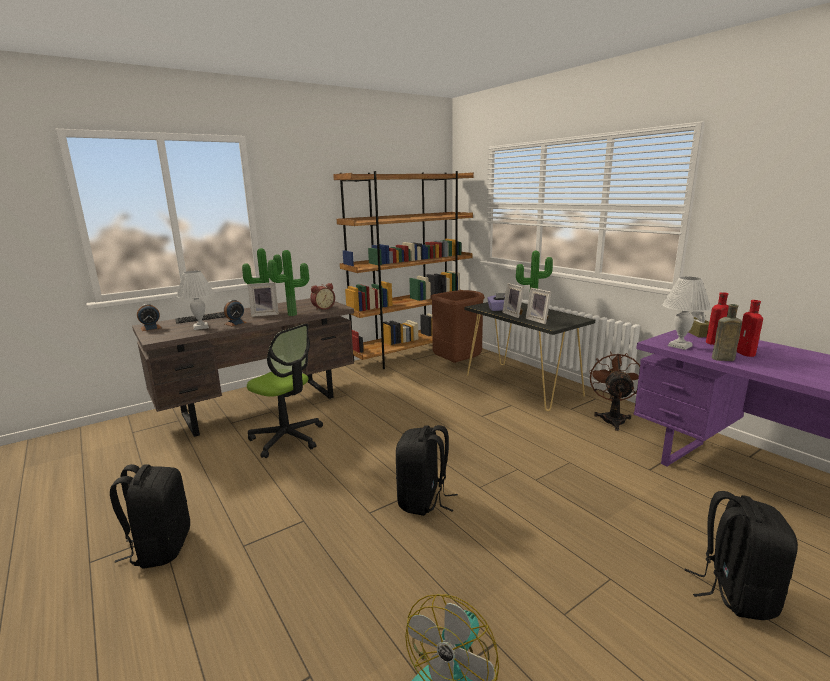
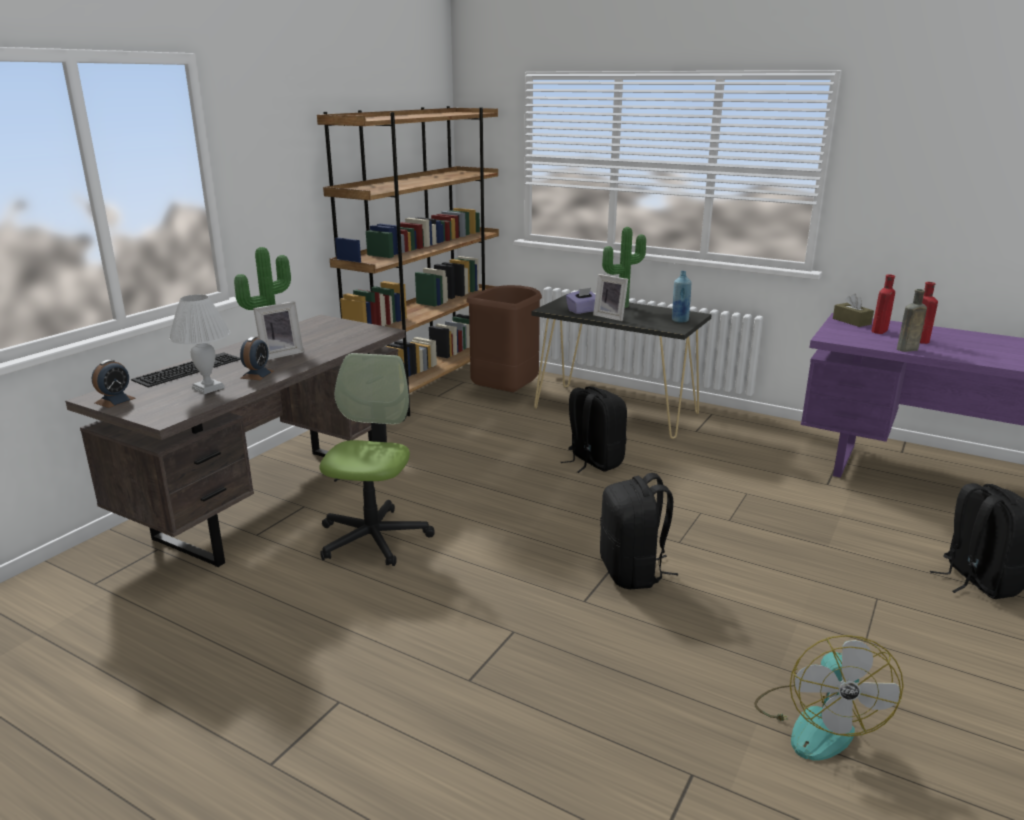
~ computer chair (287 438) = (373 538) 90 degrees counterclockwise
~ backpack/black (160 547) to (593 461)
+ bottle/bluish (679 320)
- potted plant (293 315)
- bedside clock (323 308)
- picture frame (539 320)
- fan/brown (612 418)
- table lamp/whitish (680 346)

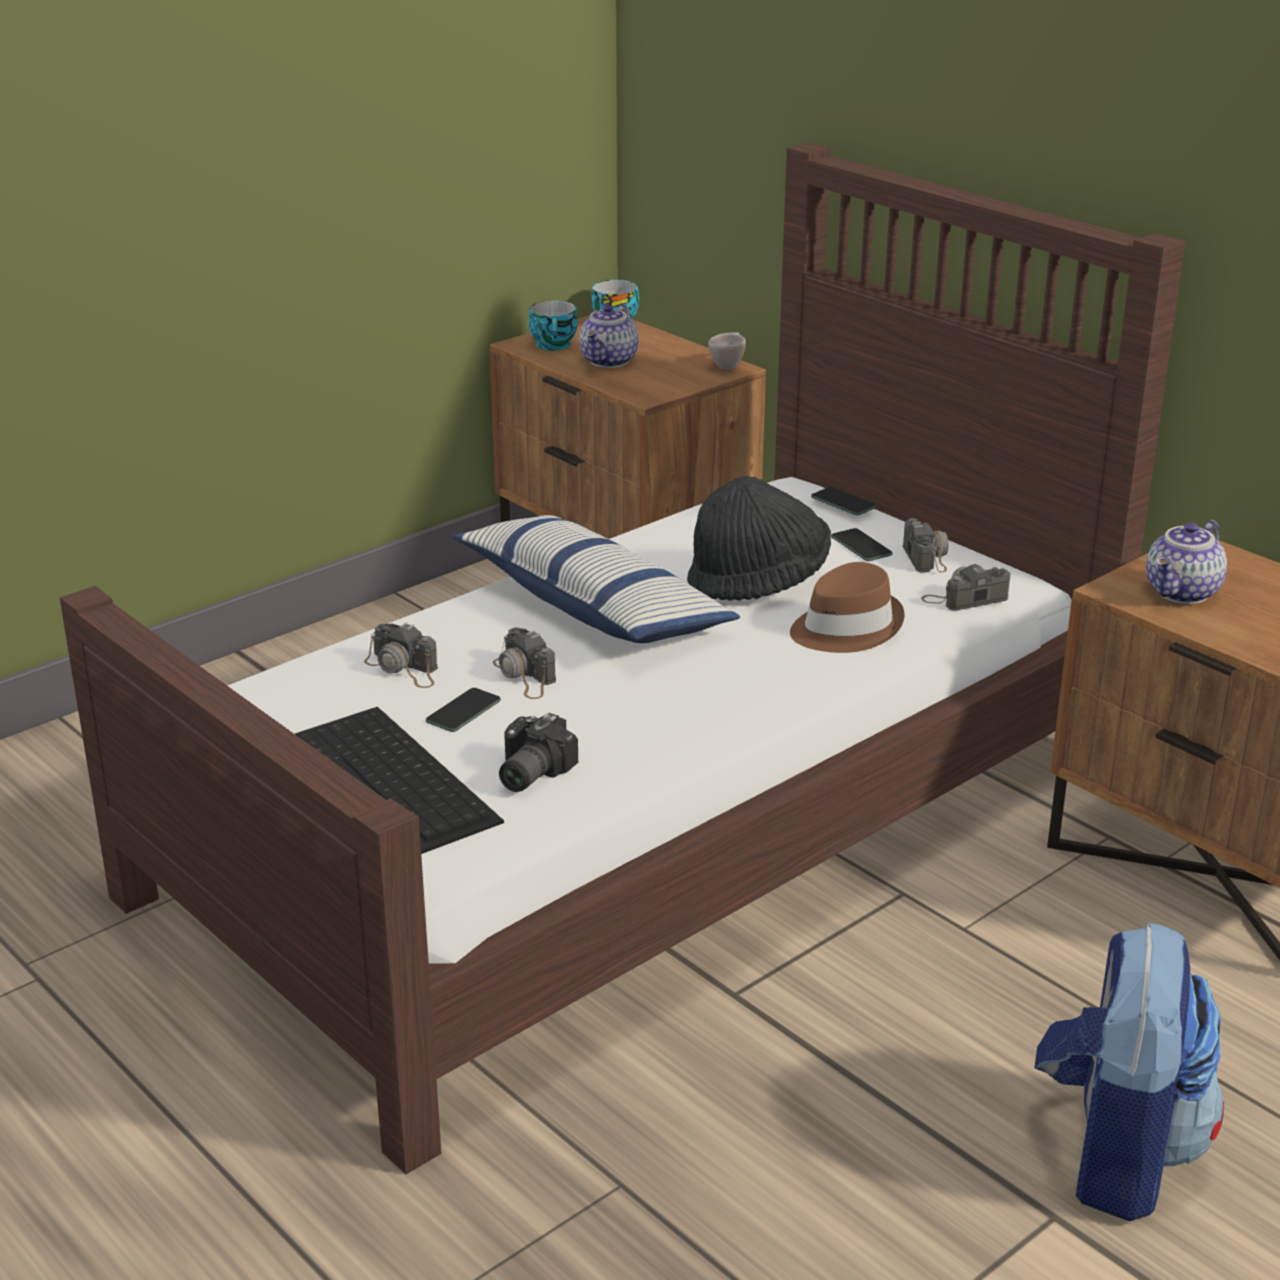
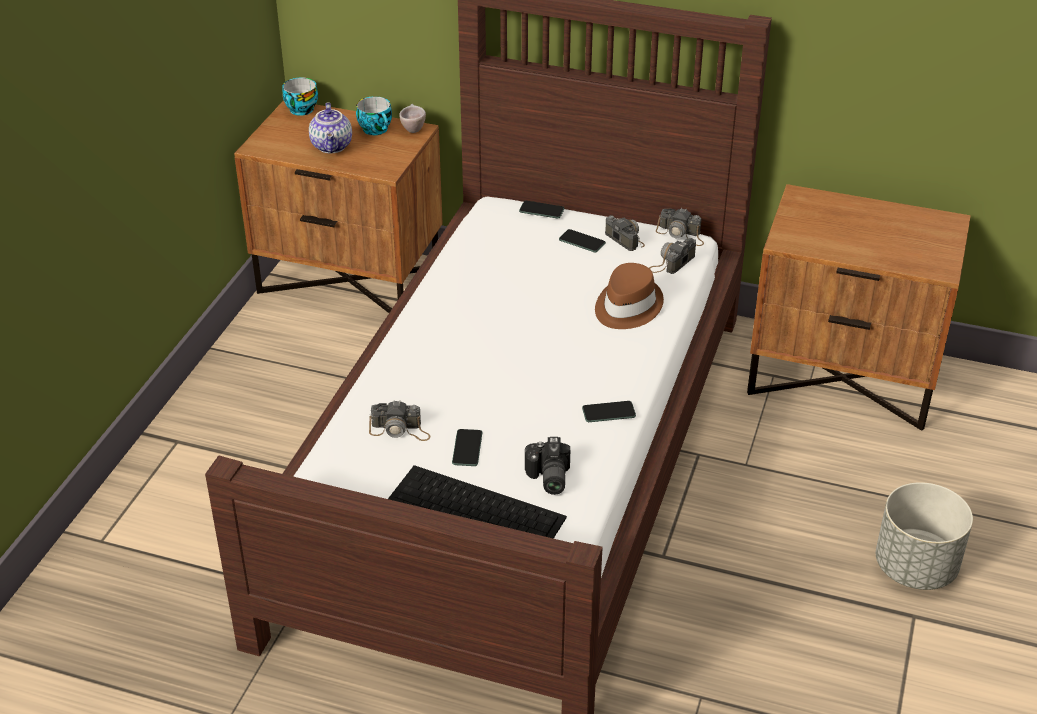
~ small cup (555 346) to (377 130)
+ telephone (608 412)
~ photo camera (524 676) to (681 234)
~ backpack (1115 1152) to plant pot/gray (914 567)
- pillow (593 607)
- clothing hat/black (758 582)
- tea pot (1183 593)

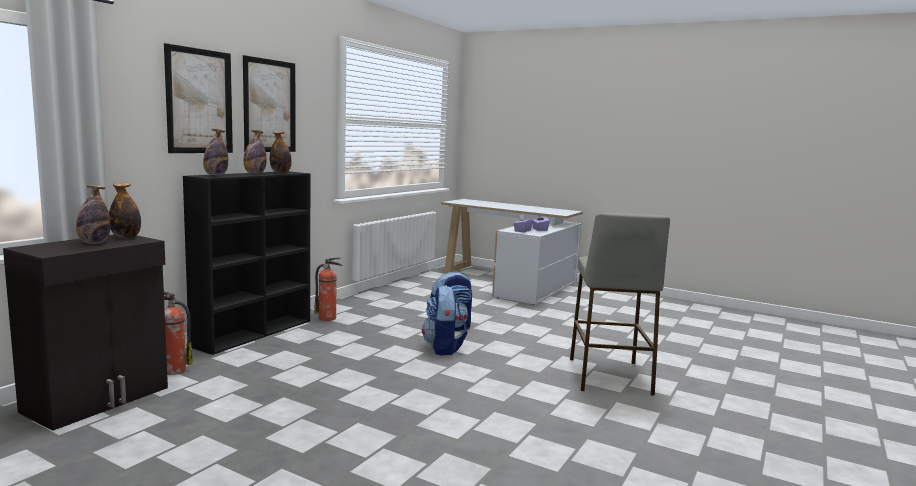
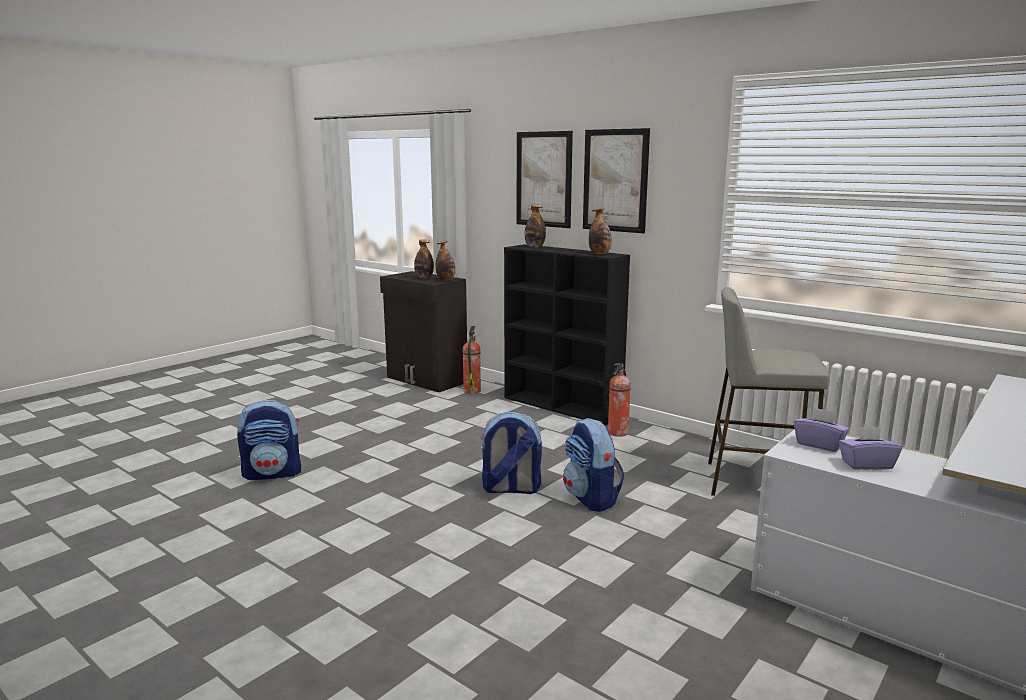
+ backpack (273 473)
~ sitting stool/gray (609 376) to (756 482)
- bottle (255 173)

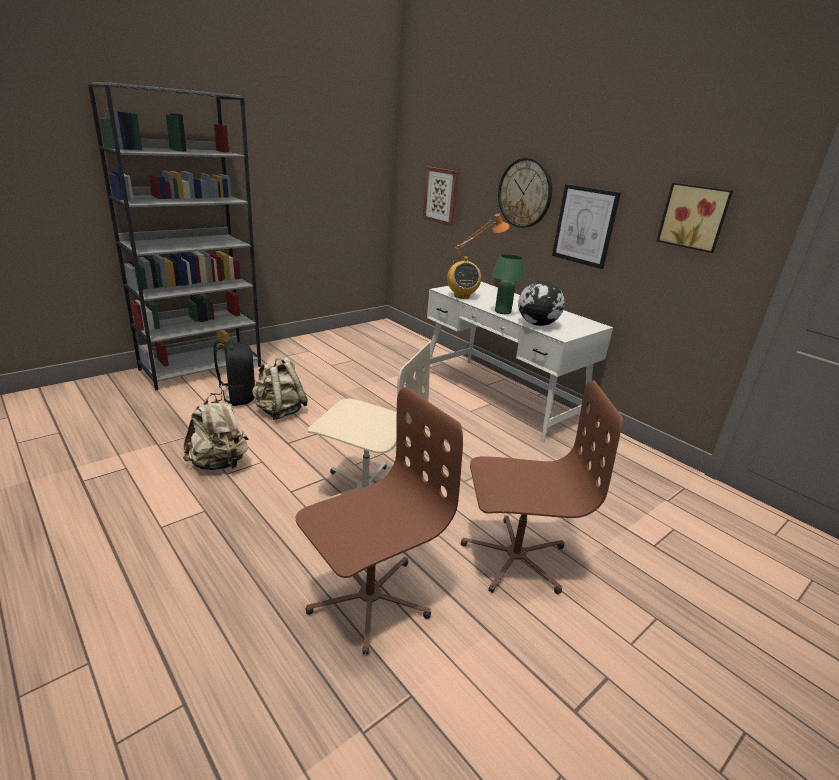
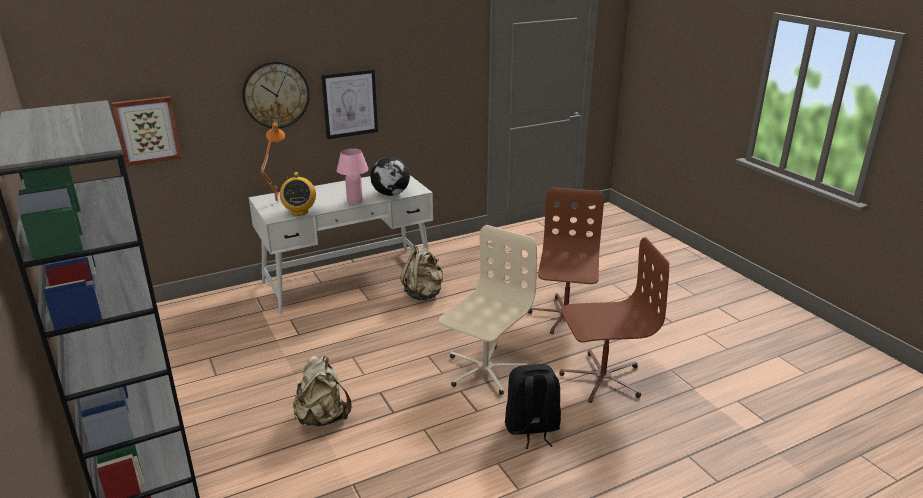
~ radio receiver (461 296) = (299 212) 75 degrees clockwise
~ table lamp/green-coloured (502 312) to table lamp/pinkish (354 201)
~ backpack/sand-coloured (219 464) to (424 294)
~ backpack/black (236 397) to (531 429)
~ computer chair/brown (368 599) = (602 378) 105 degrees clockwise
- wall picture (694 217)

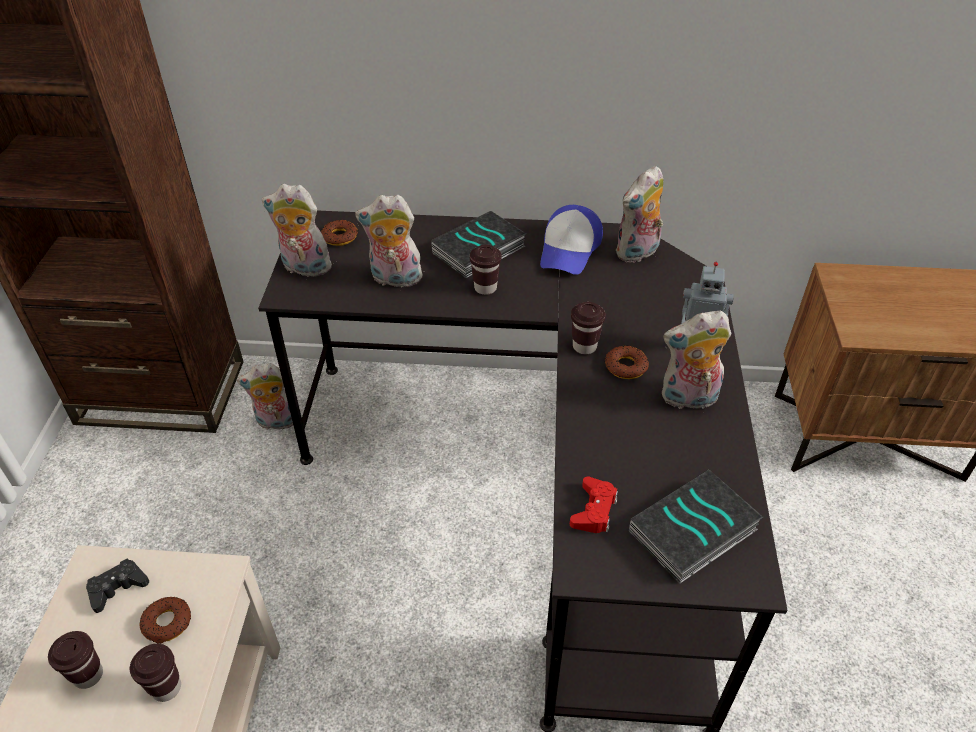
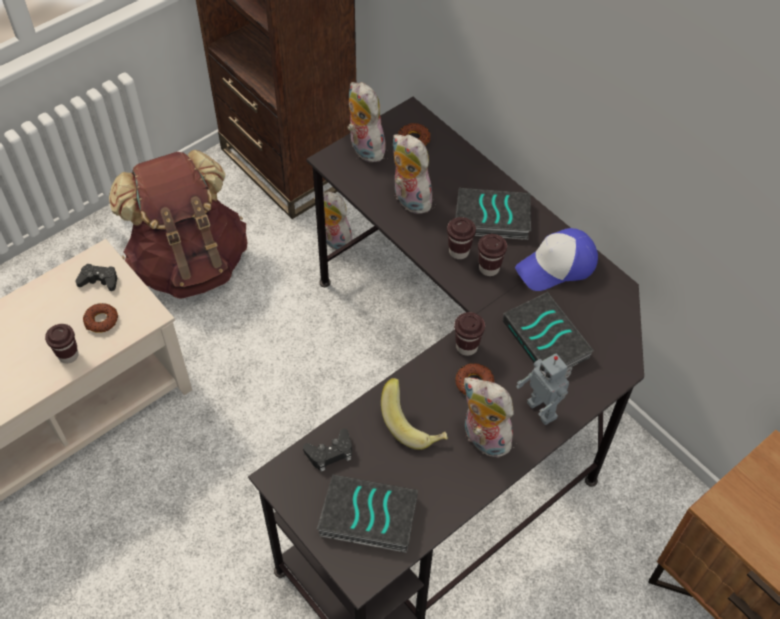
+ backpack/brown (190 263)
~ joypad/red-coloured (594 510) to joypad/black (330 453)
+ banana (413 424)
~ small cup/brown (88 675) to (489 268)
+ volume (547 339)
- soft toy (637 253)

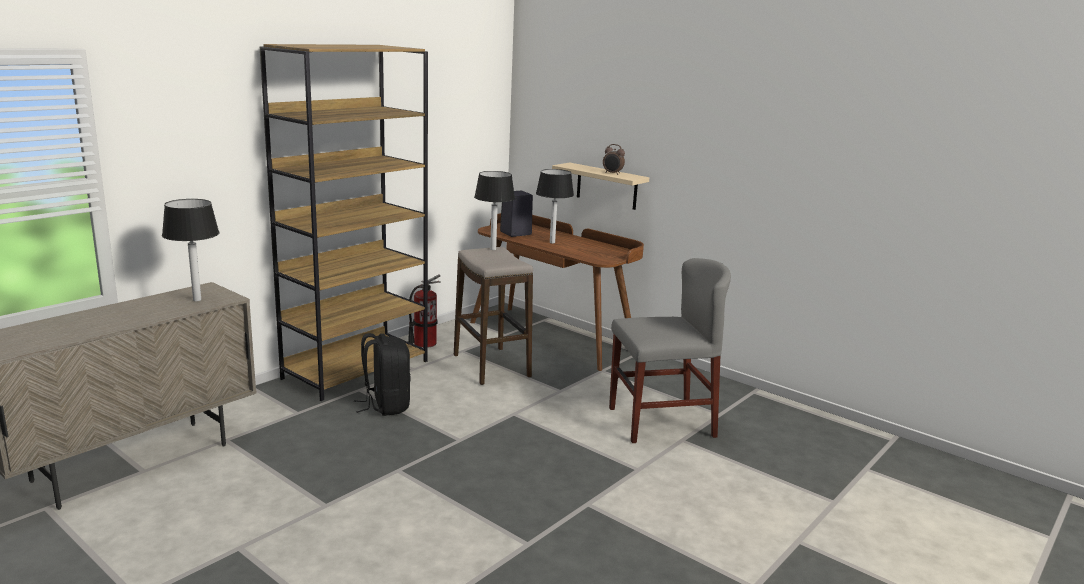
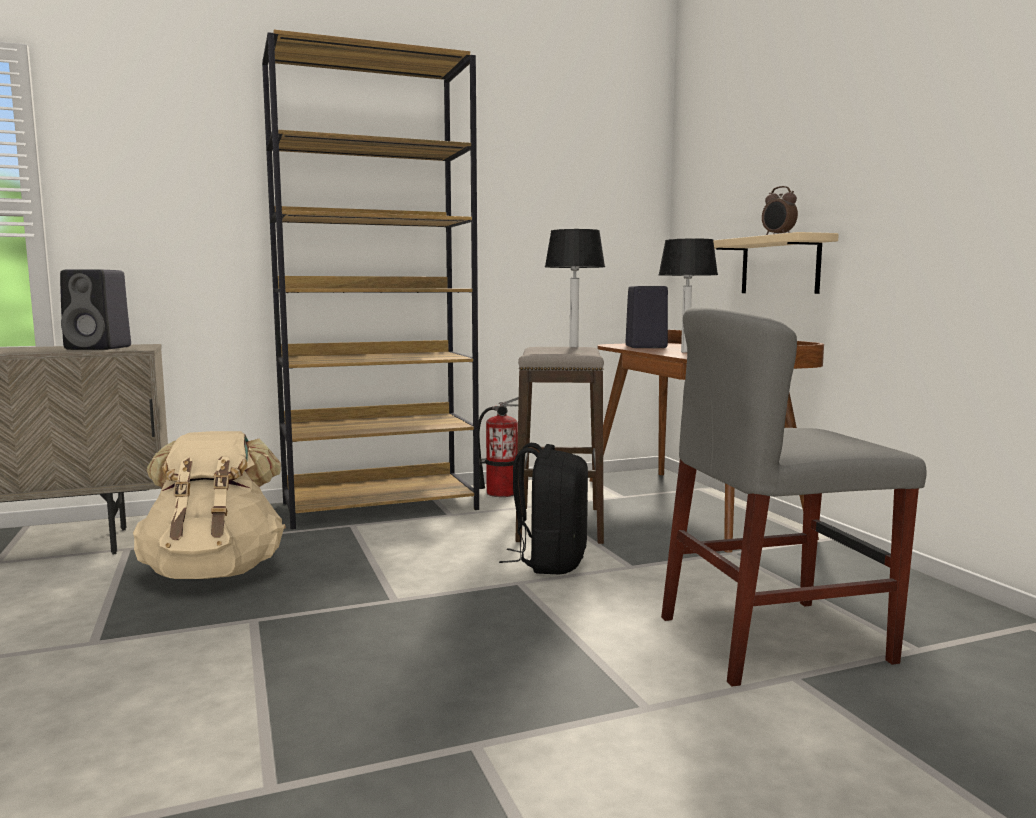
~ table lamp (197 299) to loudspeaker/black (100 348)
+ backpack/sand-coloured (215 572)
~ backpack/black (386 405) to (550 562)
~ chair/gray (661 422) = (774 639) 150 degrees clockwise

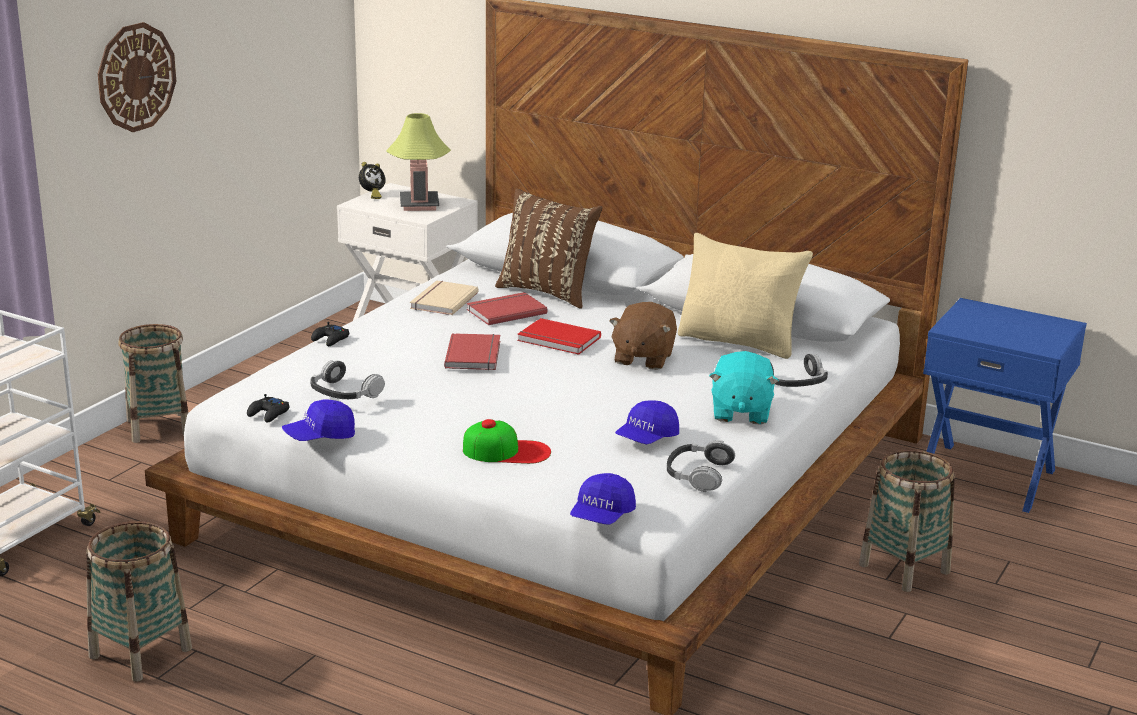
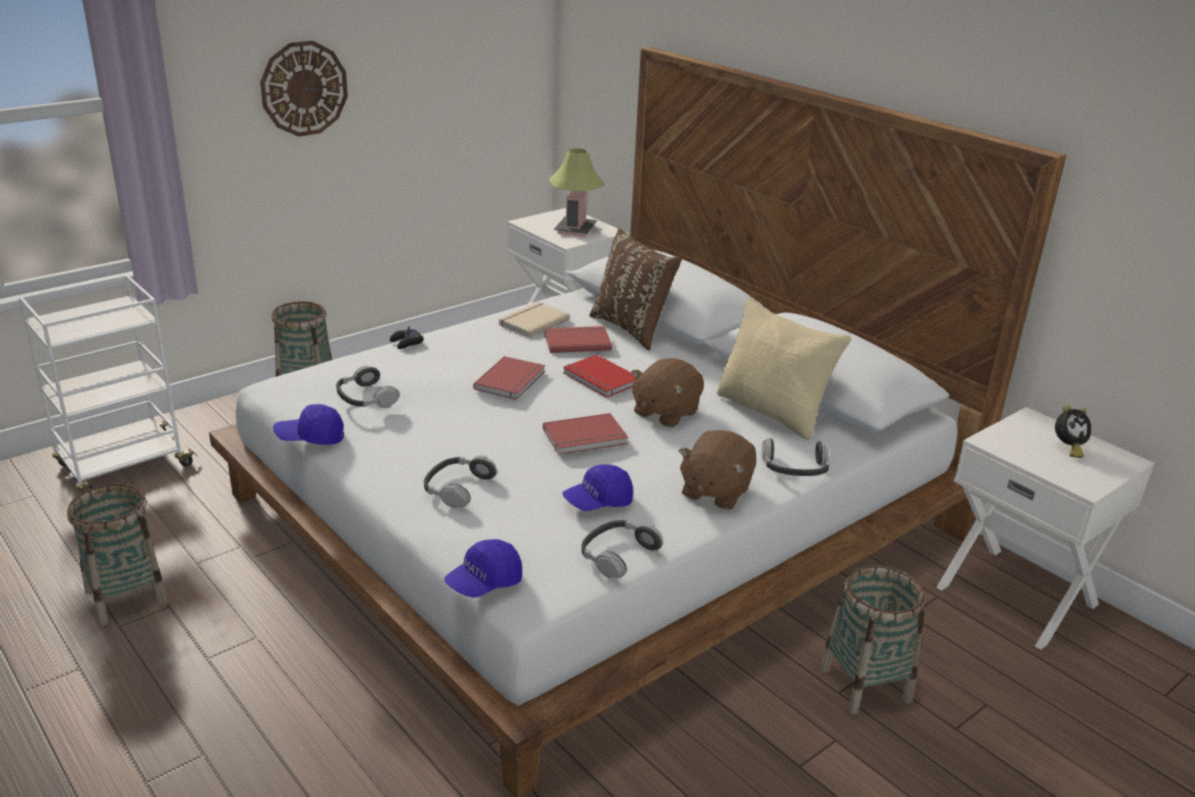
~ cap (507 451) to headset (457 488)
+ volume/red-coloured (586 438)
~ soft toy/turquoise (740 412) to soft toy/brown (715 491)
~ bedside table/bluish (987 476) to bedside table/whitish (1018 595)
~ bedside clock (372 195) to (1067 448)
- joypad/black (268 414)

